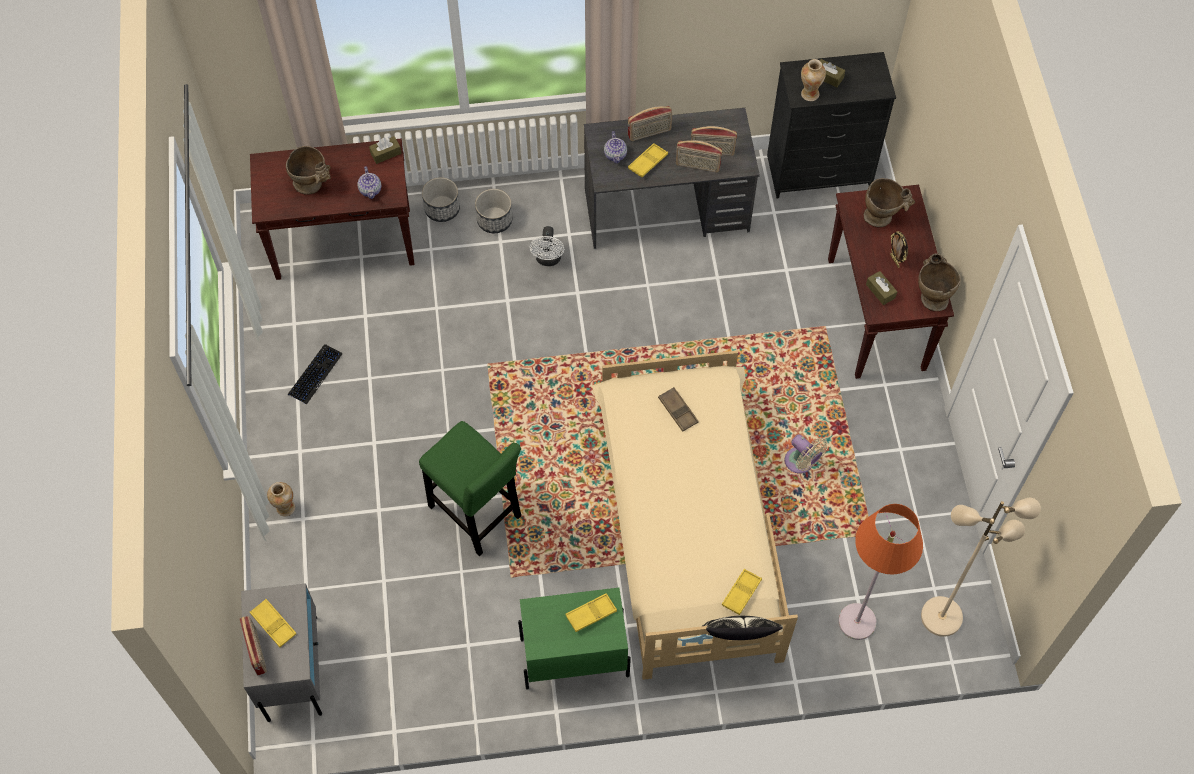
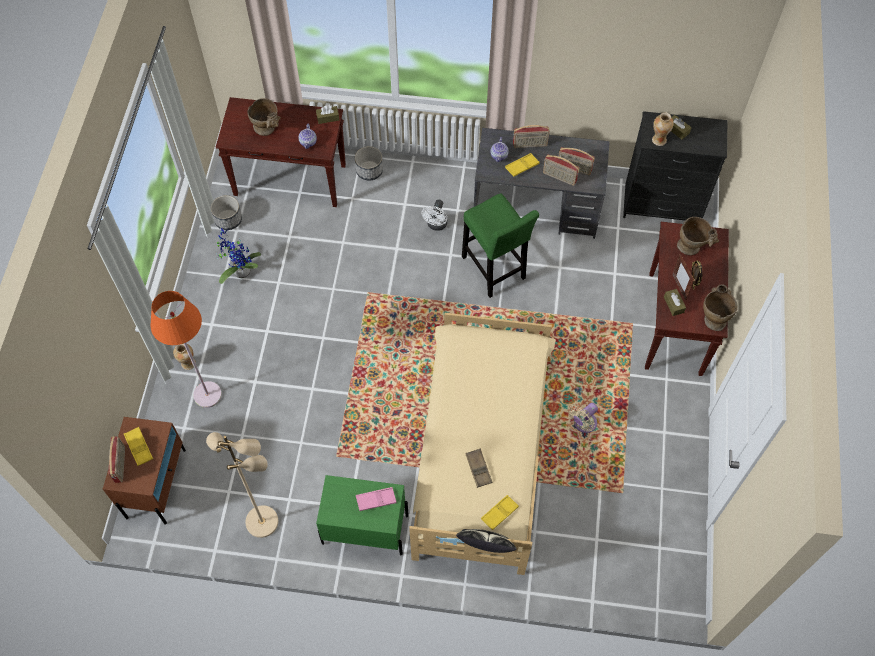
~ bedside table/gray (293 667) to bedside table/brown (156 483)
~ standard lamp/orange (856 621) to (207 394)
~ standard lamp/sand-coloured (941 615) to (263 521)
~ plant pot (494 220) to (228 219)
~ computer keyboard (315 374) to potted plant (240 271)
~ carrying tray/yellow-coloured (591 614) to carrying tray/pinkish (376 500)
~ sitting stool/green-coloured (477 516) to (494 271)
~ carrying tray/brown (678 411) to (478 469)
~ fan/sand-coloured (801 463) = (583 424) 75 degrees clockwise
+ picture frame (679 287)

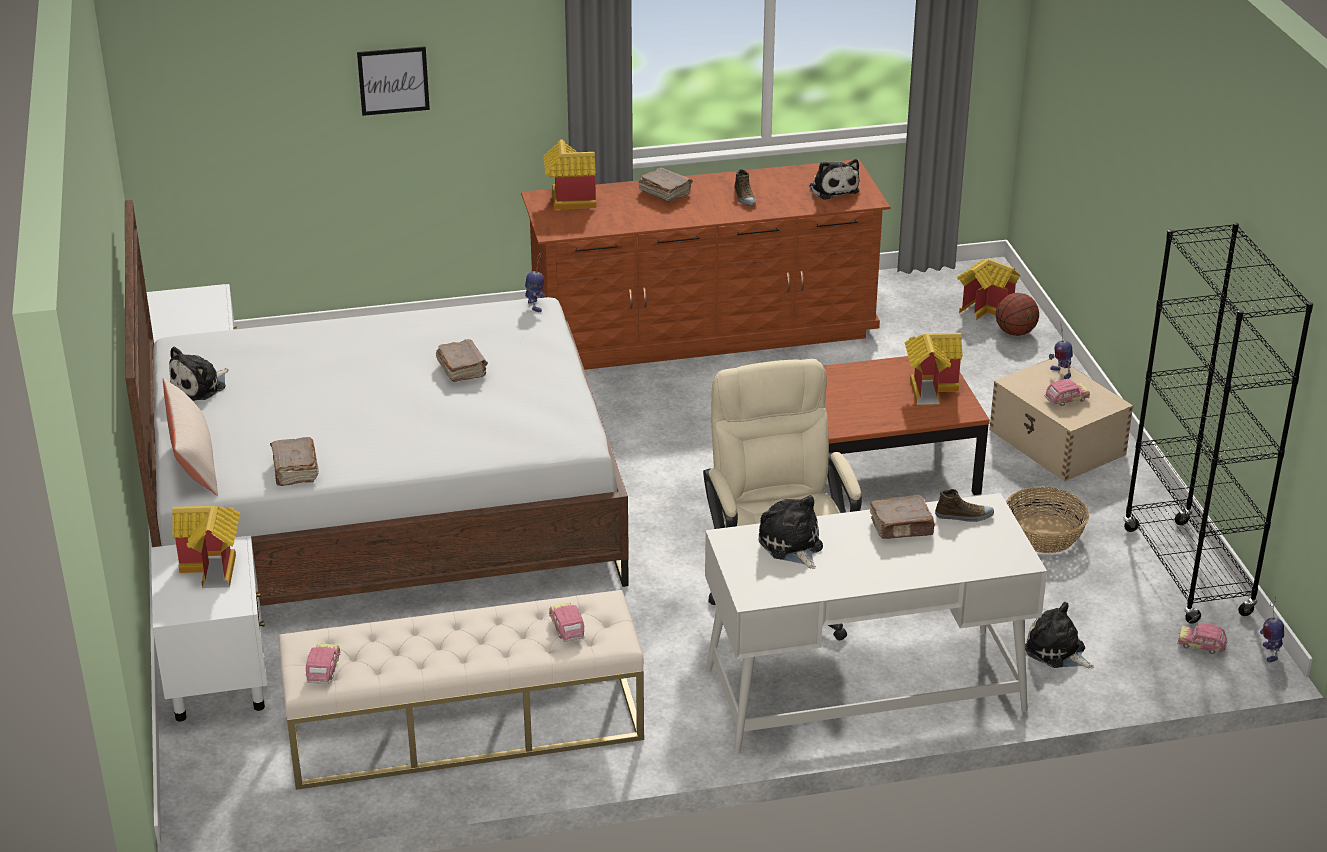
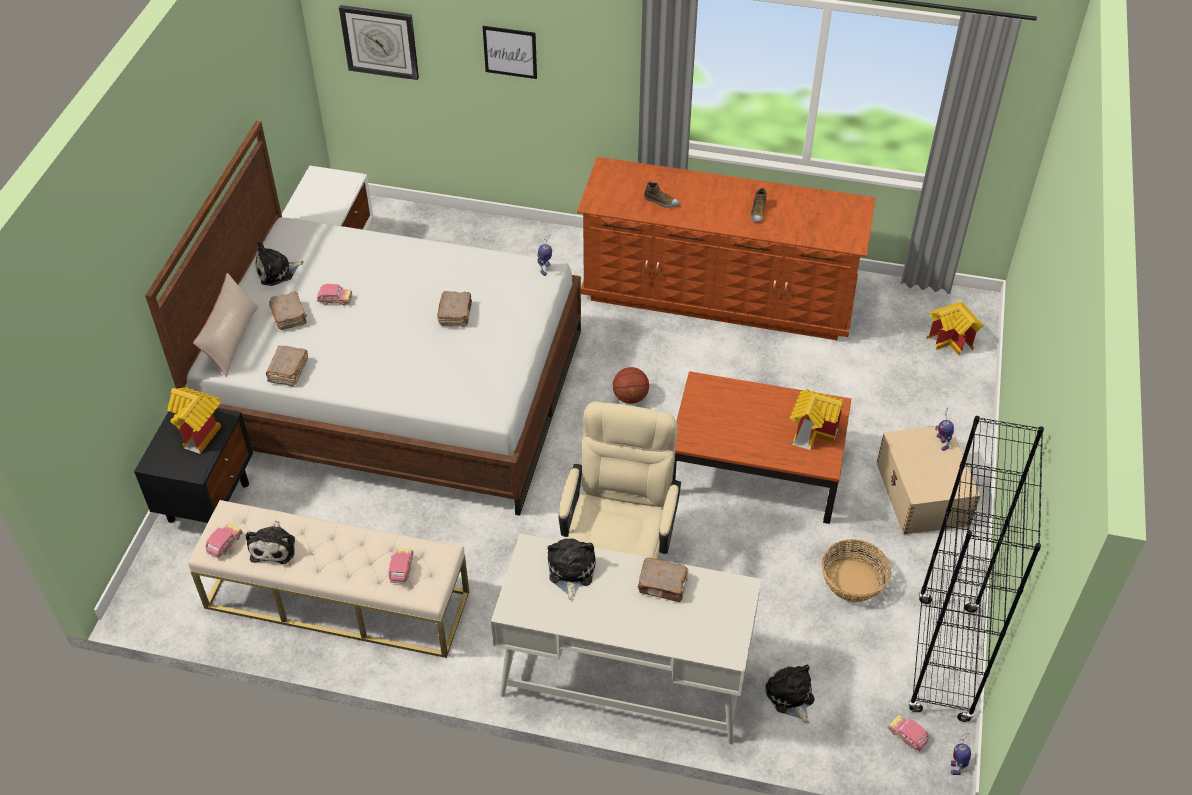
~ bedside table/whitish (218 684) to bedside table/black (209 500)
~ soft toy (833 188) to (274 546)
~ volume/brown (664 193) to (289 316)
~ toy car (1066 399) to (335 300)
+ clock on the wall (380 41)
~ basketball (1015 332) to (630 397)
~ item of footwear (964 516) to (661 201)
- miniature house (567 201)

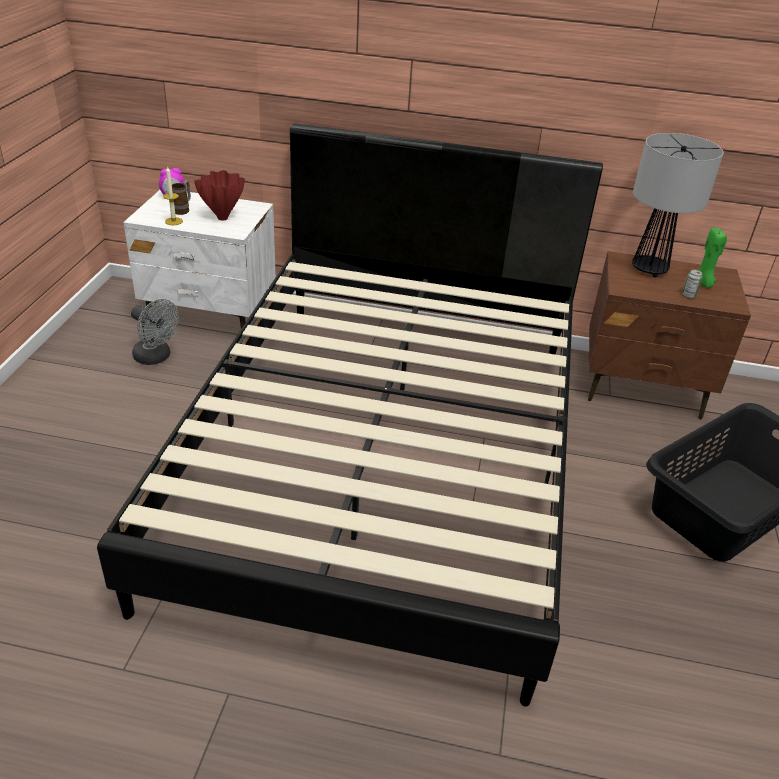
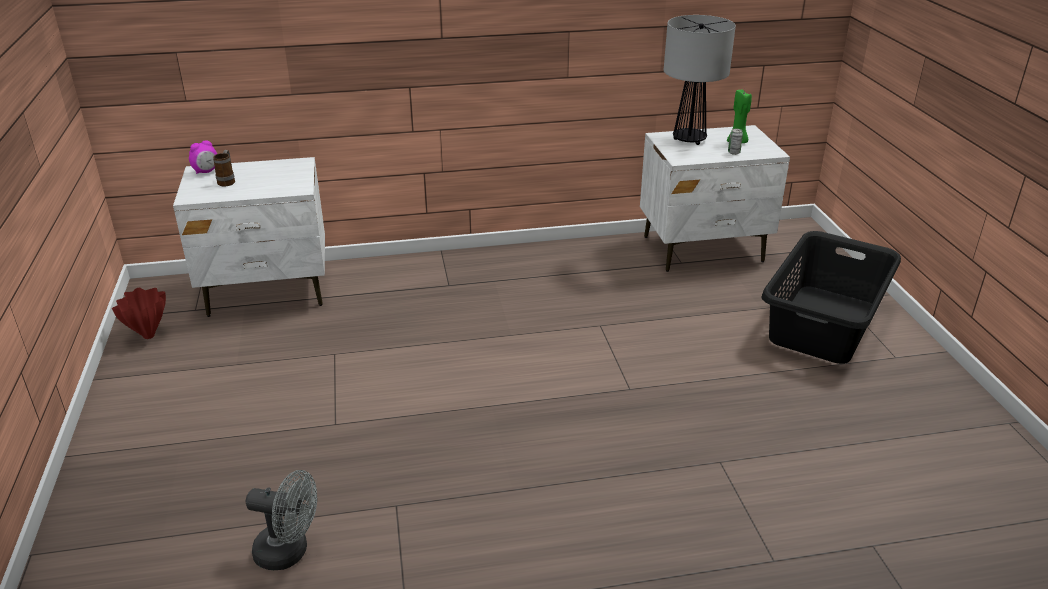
~ flower vase/red-coloured (223 218) to (150 335)
~ fan/gray (156 357) to (289 552)
~ bedside table/brown (643 387) to bedside table/whitish (704 249)
- bedroom bed/black (386 456)
- wax light (173 221)

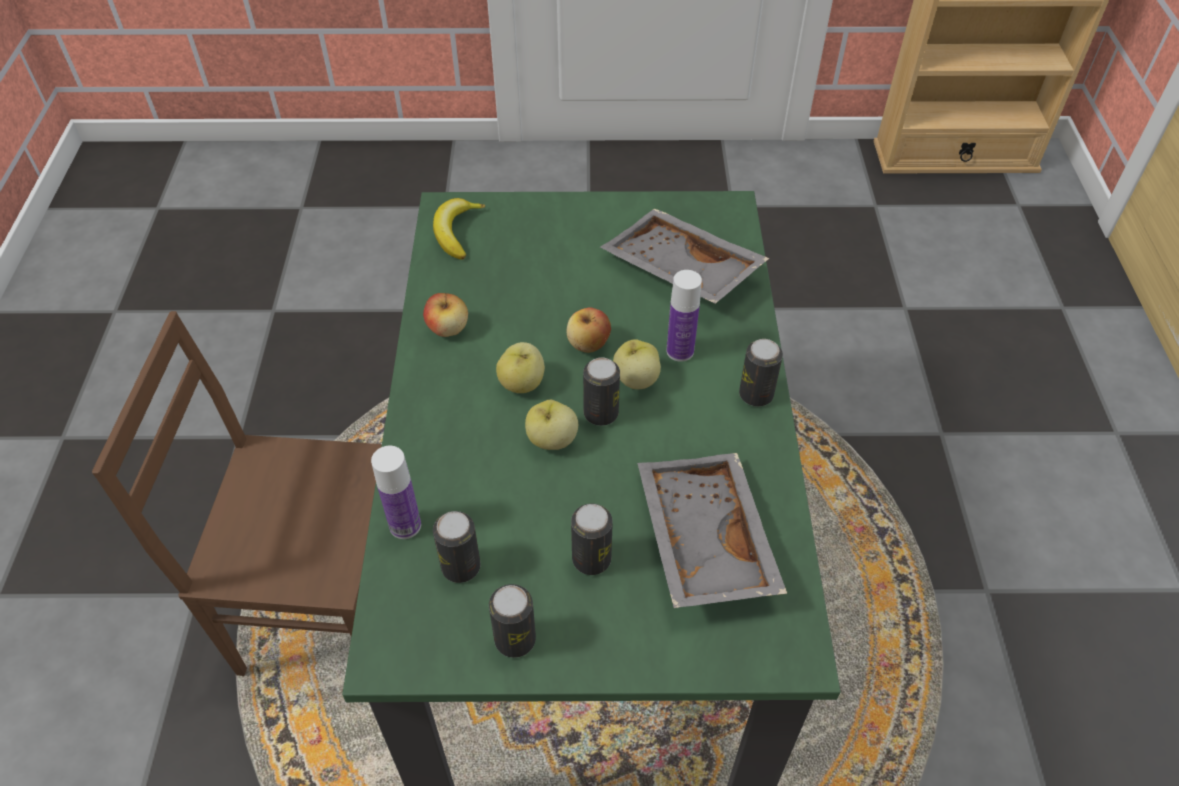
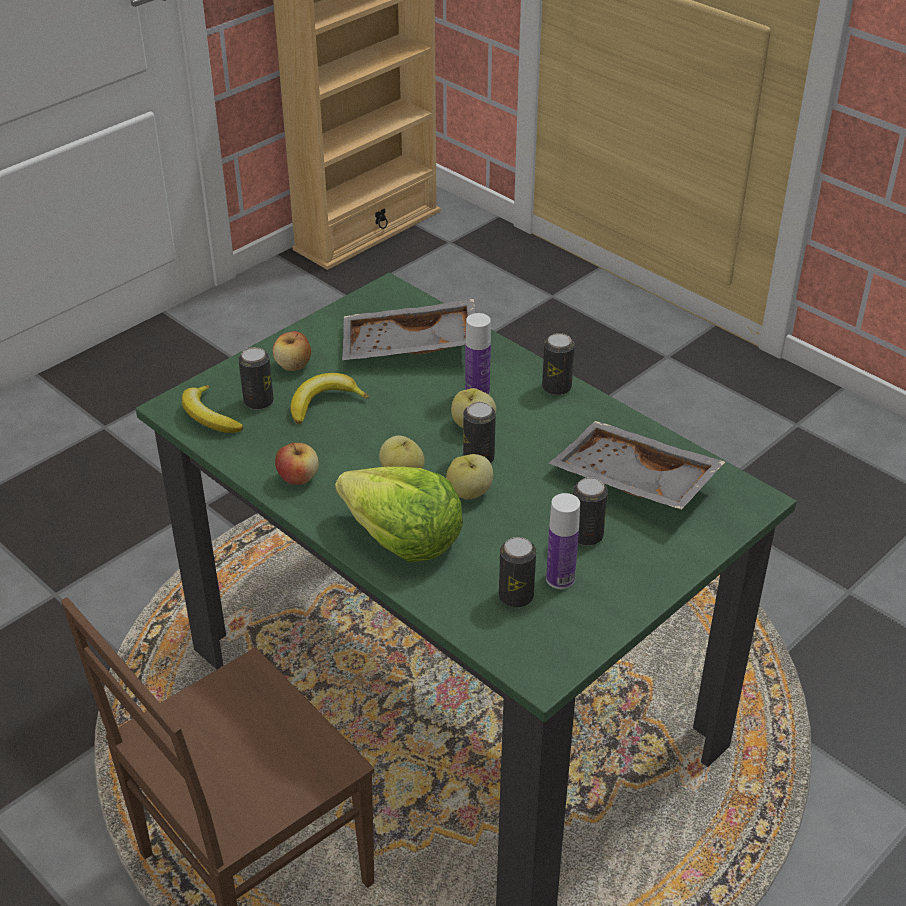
~ can (515 639) to (258 402)
~ apple fruit (588 344) to (293 366)
+ banana (324 403)
+ lettuce (402 539)
~ bottle (405 525) to (560 579)

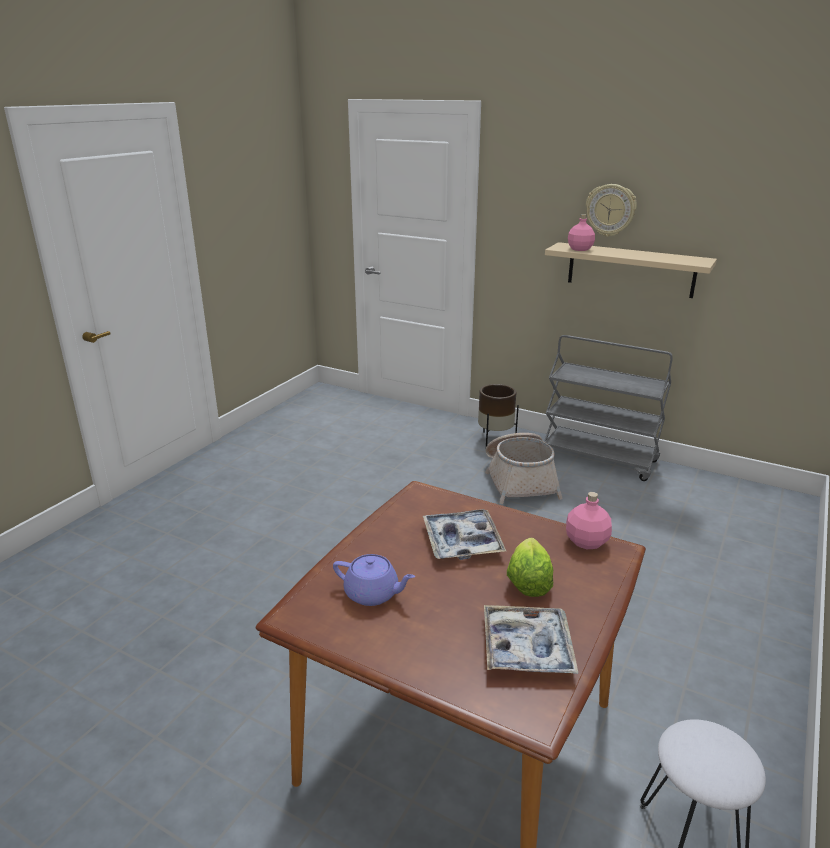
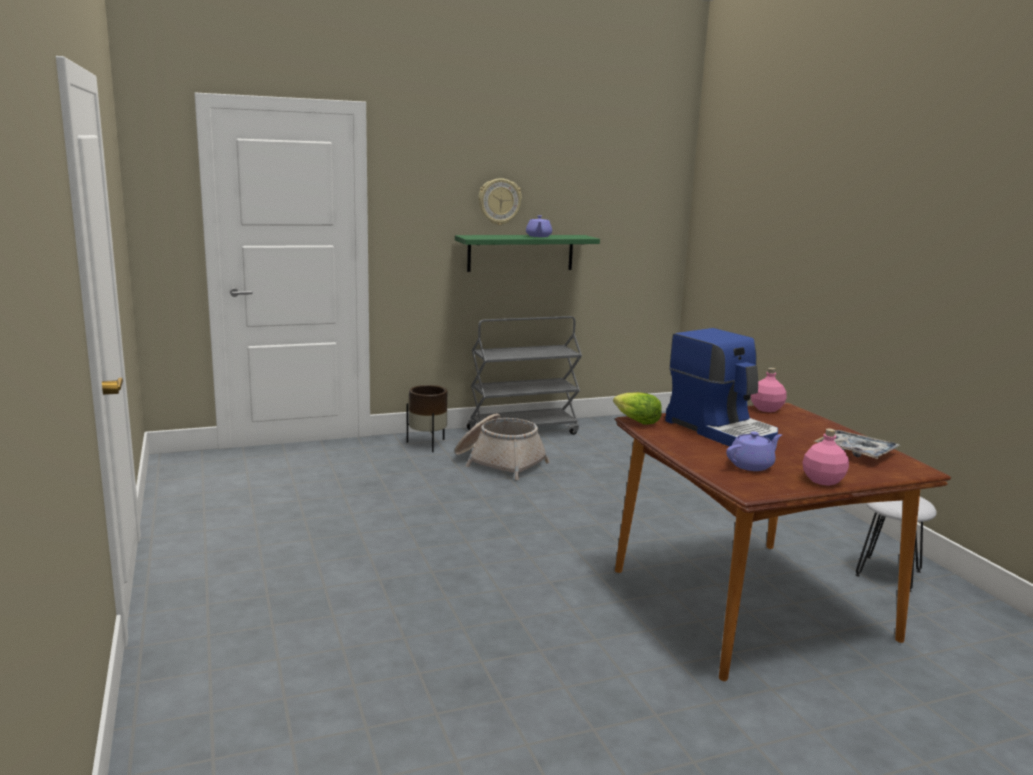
~ wall shelf/sand-coloured (630 270) to wall shelf/green-coloured (520 252)
+ tea pot/purple-coloured (538 236)
~ lettuce (528 581) to (636 421)
~ carrying tray (462 541) to coffee machine (722 430)
~ bottle/pinkish (580 249) to (822 480)

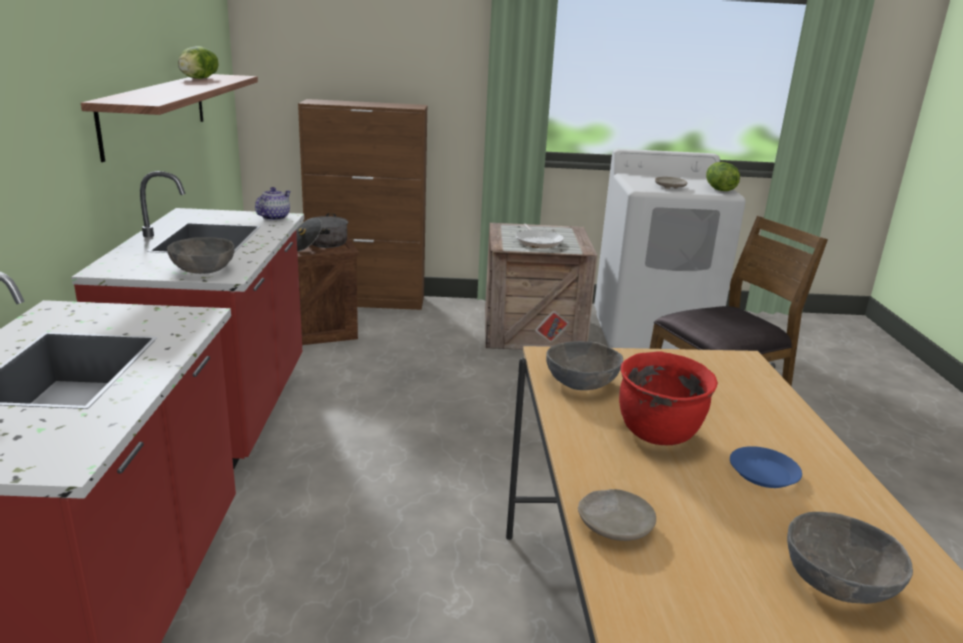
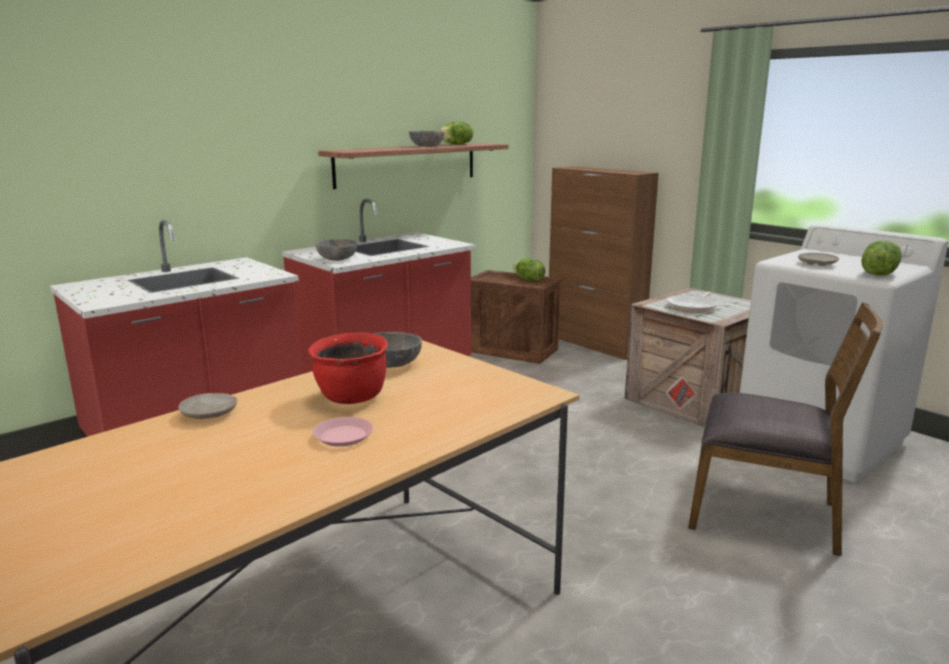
~ flat dish/bluish (763 472) to flat dish/pinkish (343 436)
~ deep dish/gray (838 583) to (426 146)
~ cooking pot (320 245) to lettuce (528 280)
- tea pot (274 217)

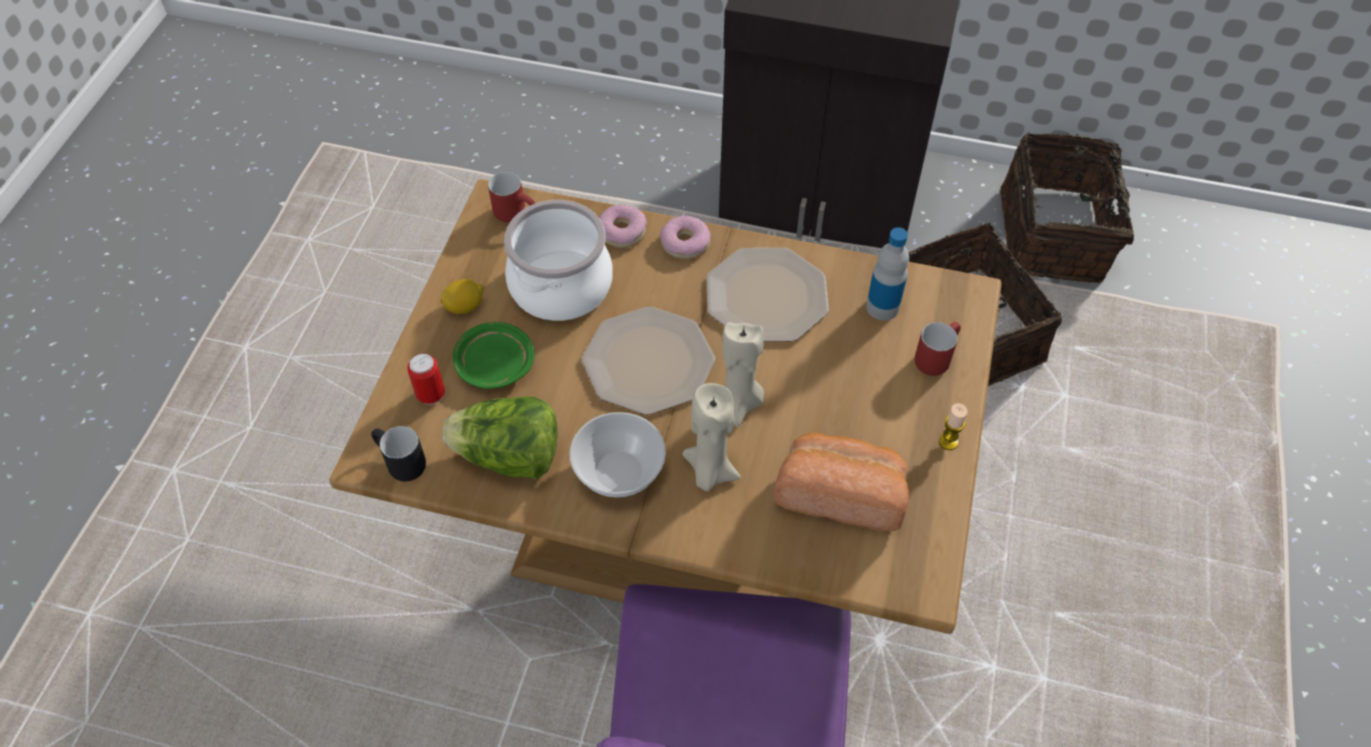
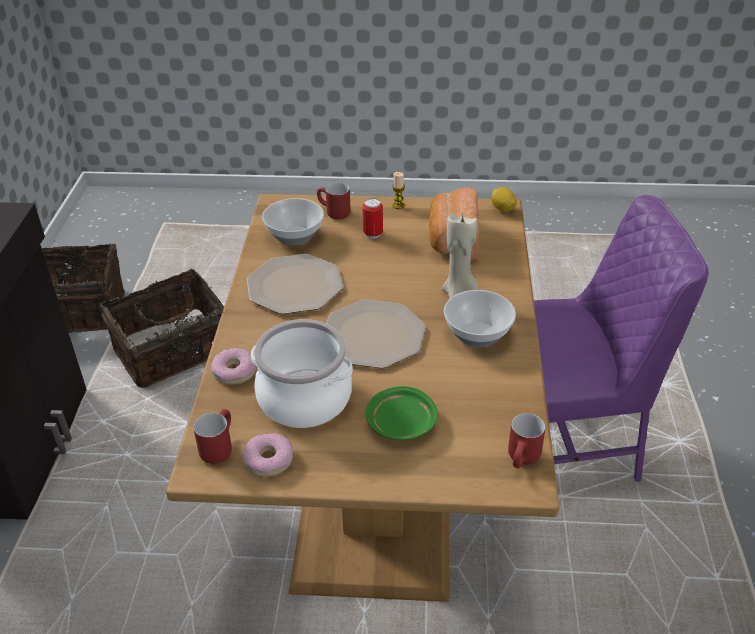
~ ring doughnut (685 243) to (268 460)
~ bottle (882 307) to deep dish (294 235)
~ can (431 395) to (373 234)
~ citrus fruit (465 306) to (502 209)
~ coffee mug/black (399 464) to coffee mug/red-coloured (524 460)
- lettuce (509 457)
- wax light/sand-coloured (740 404)

